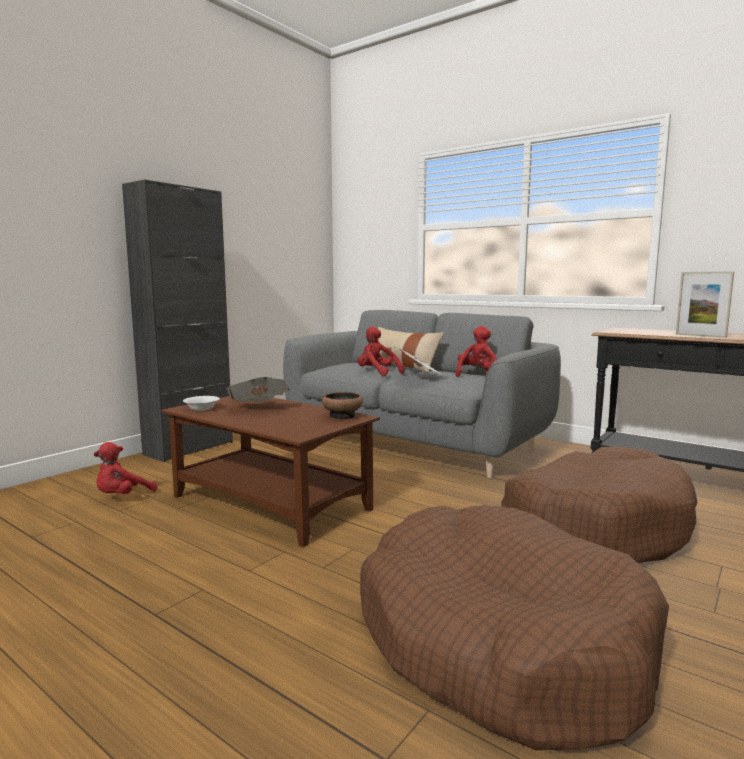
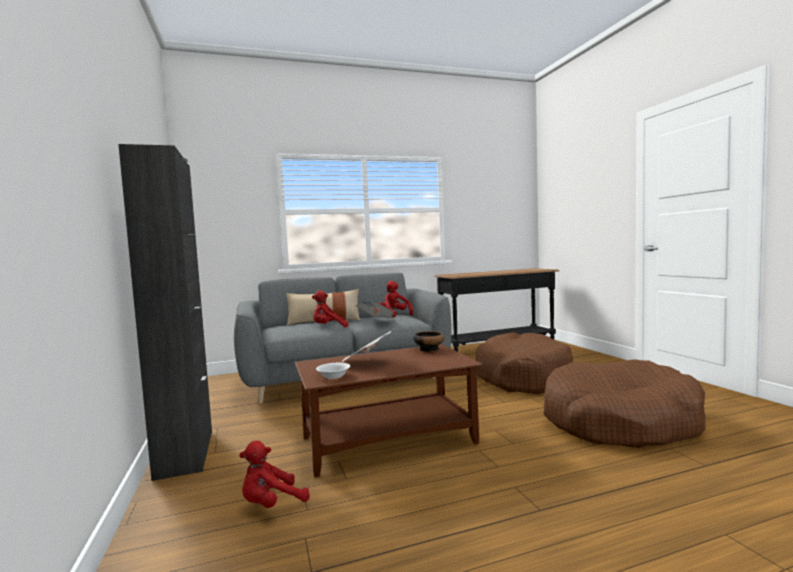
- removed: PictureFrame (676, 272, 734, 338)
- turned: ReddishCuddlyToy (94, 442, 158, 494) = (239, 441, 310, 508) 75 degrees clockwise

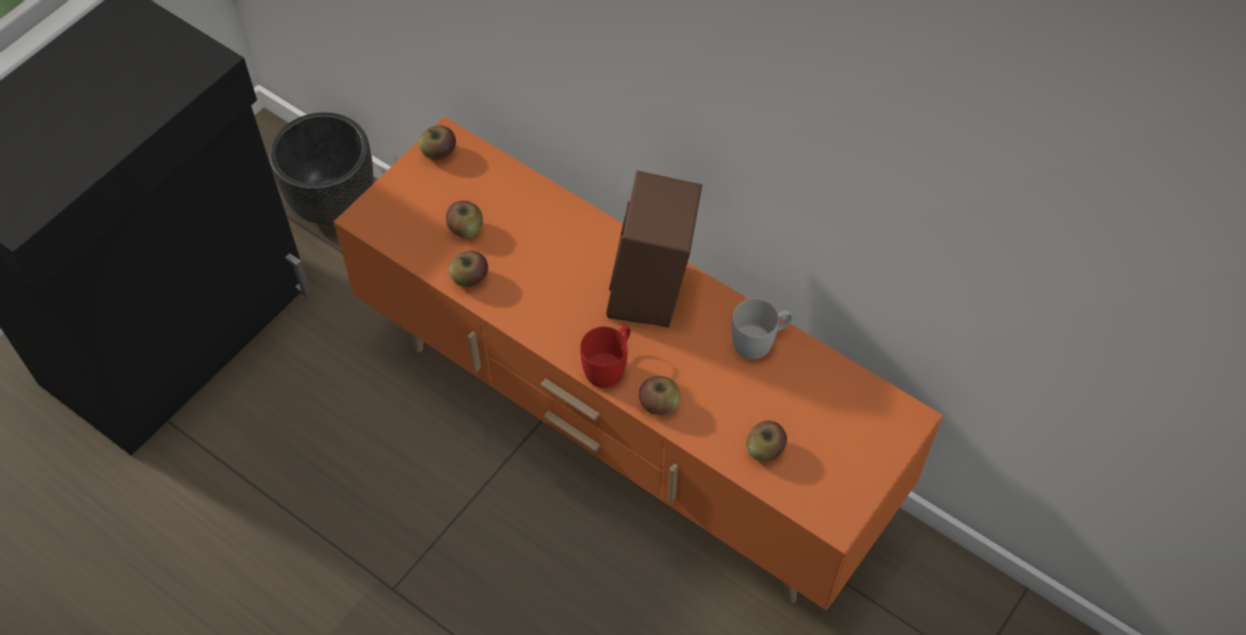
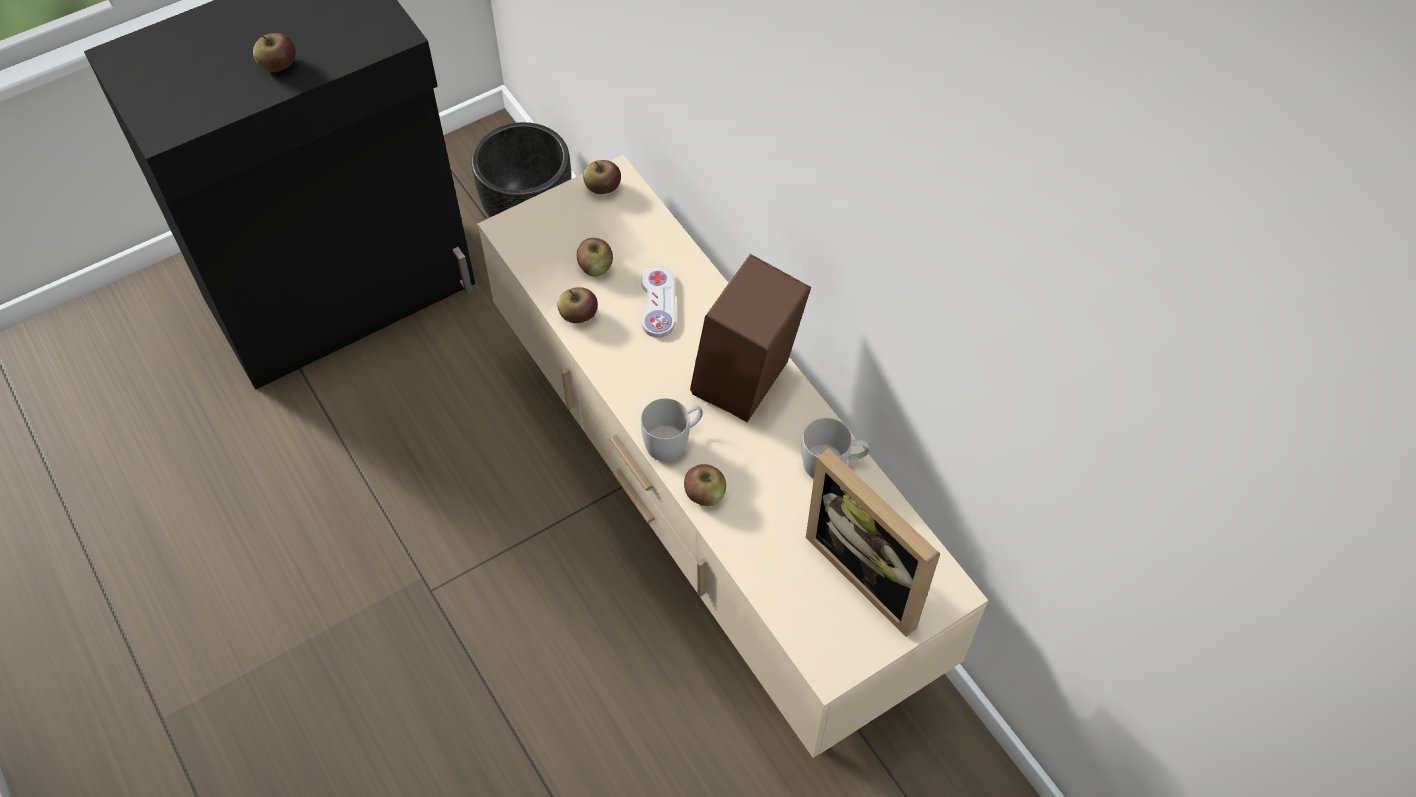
- recoloured: OrangeColouredTvStand (334, 117, 943, 610) to BeigeTvStand (478, 155, 988, 758)
- recoloured: ReddishTeaMug (580, 326, 630, 388) to WhiteTeaMug (641, 398, 703, 462)
- moved: Apple (746, 421, 787, 462) to (253, 33, 295, 72)
- added: WhiteGameController (641, 266, 676, 337)
- added: PictureFrame (806, 448, 940, 637)

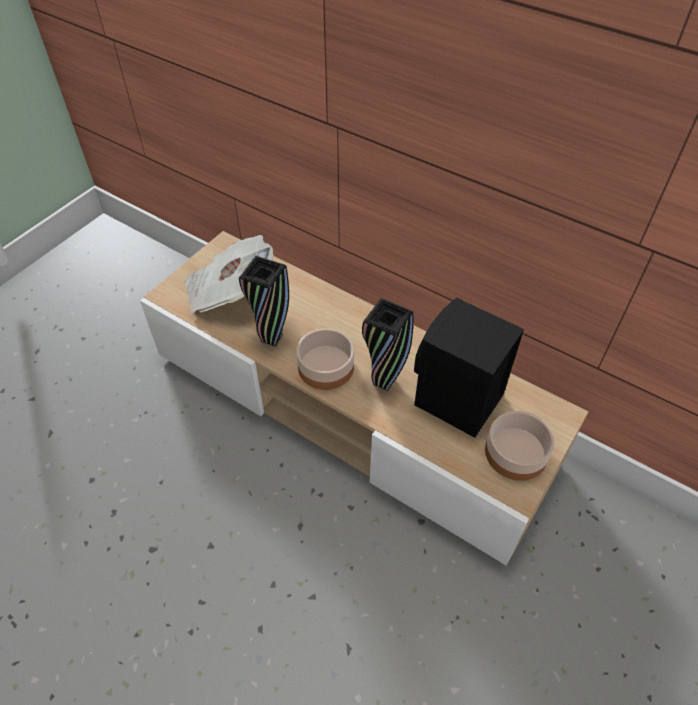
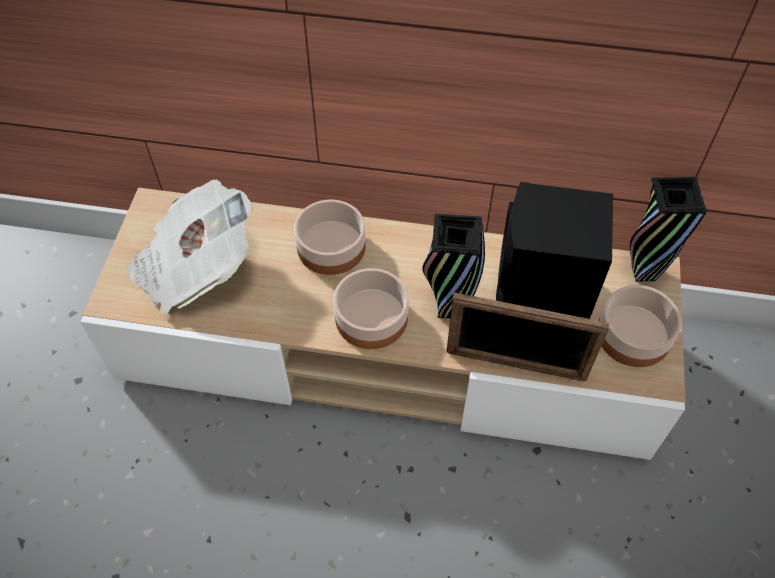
- moved: BlackishFlowerVase (239, 256, 289, 347) to (630, 177, 707, 282)
- added: ServingBowl (294, 200, 366, 275)
- added: PictureFrame (446, 292, 609, 381)

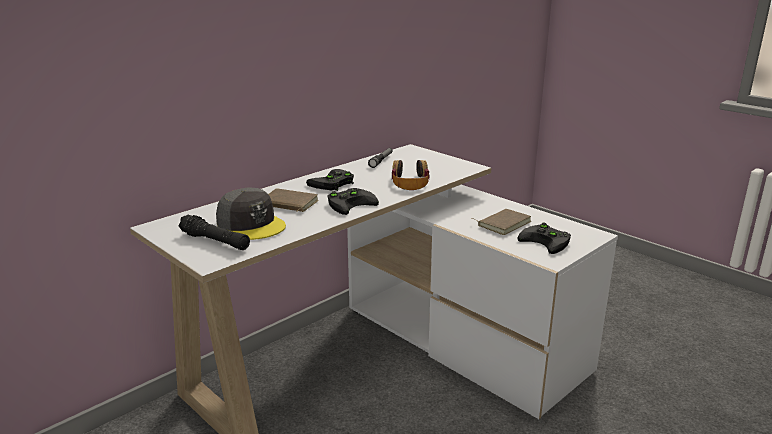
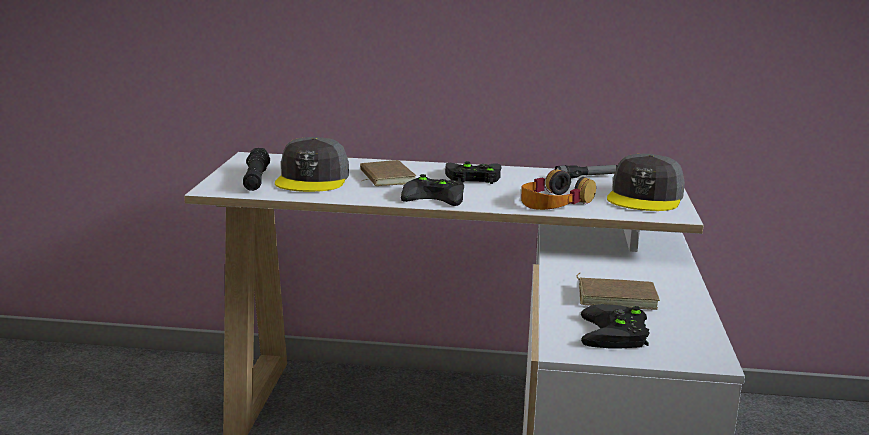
- added: GreyishCap (607, 154, 685, 211)

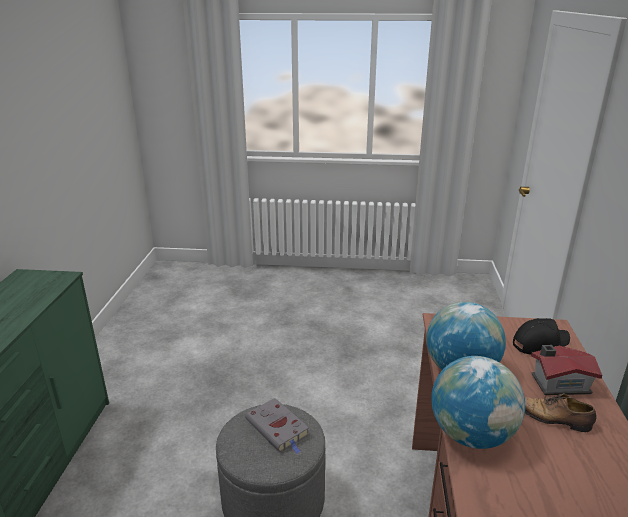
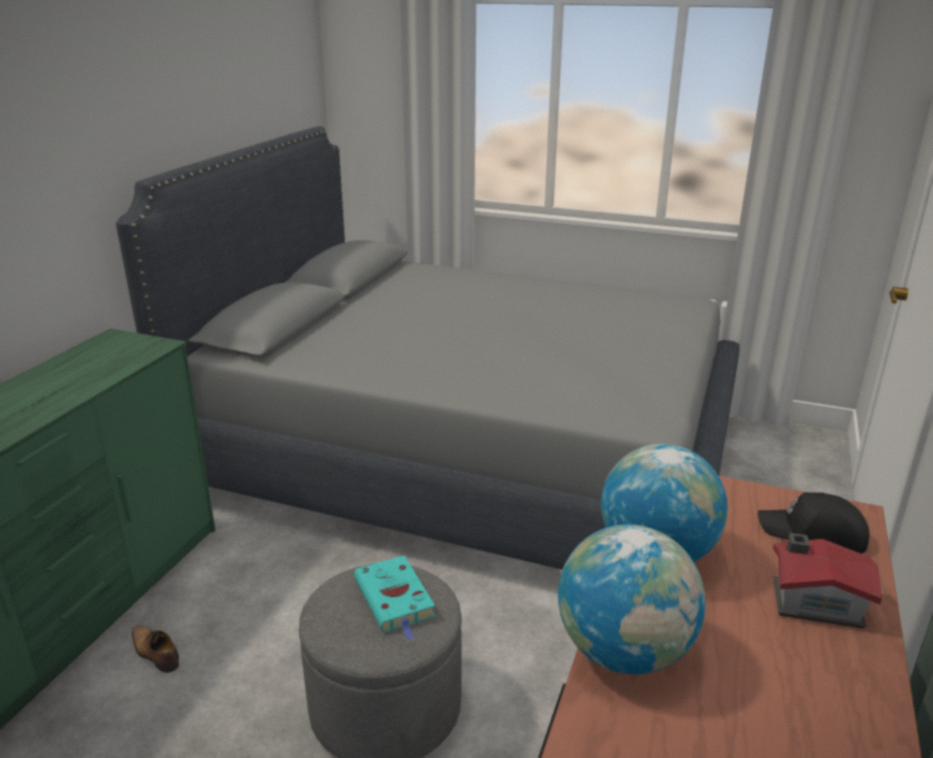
- turned: BlackishCap (513, 318, 570, 355) = (758, 492, 870, 554) 150 degrees counterclockwise
- moved: LowShoe (524, 393, 597, 432) to (132, 625, 179, 673)
- recoloured: GreyishBook (245, 398, 309, 454) to TurquoiseColouredBook (354, 555, 435, 639)
- added: GreyishBedroomBed (116, 126, 739, 570)

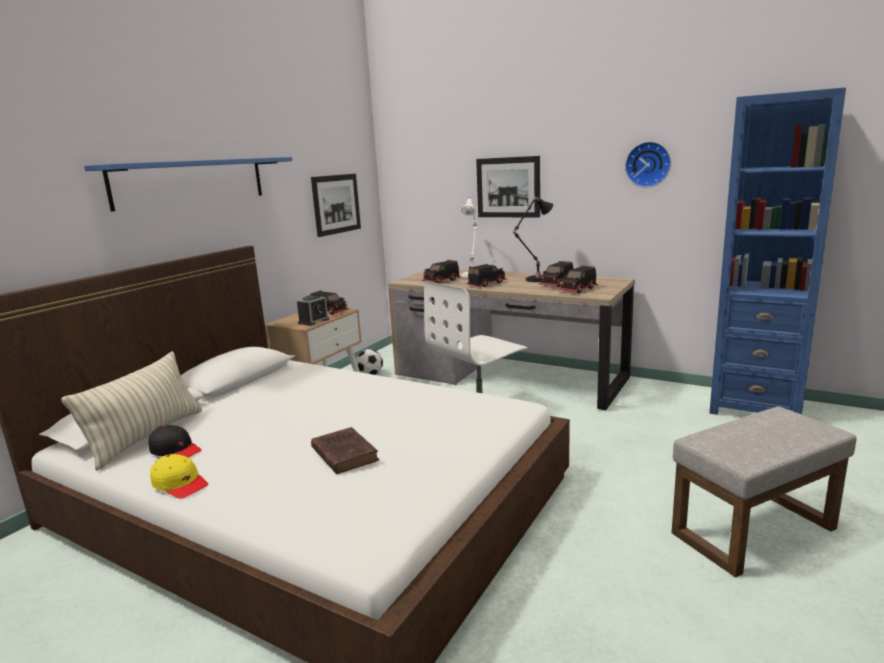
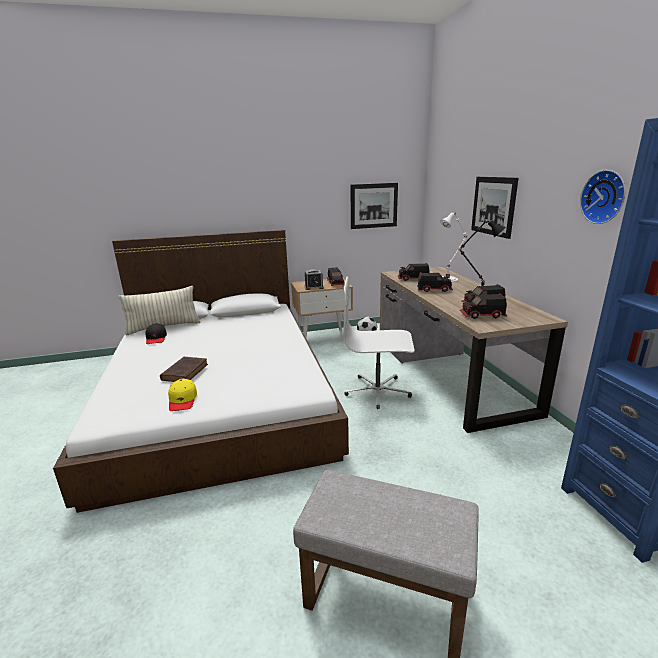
- removed: BlueWallShelf (84, 157, 292, 211)
- moved: YellowColouredCap (150, 454, 208, 499) to (168, 379, 197, 411)

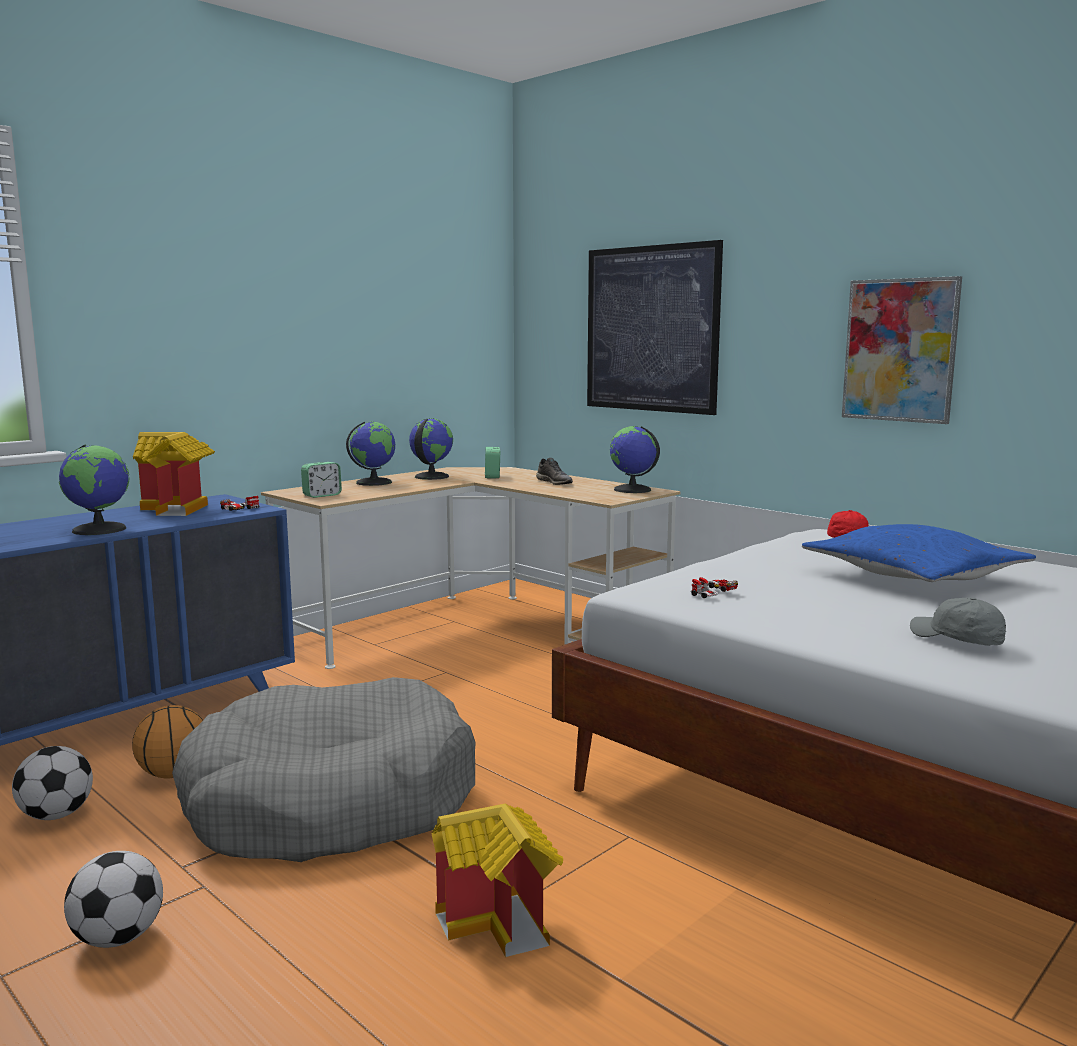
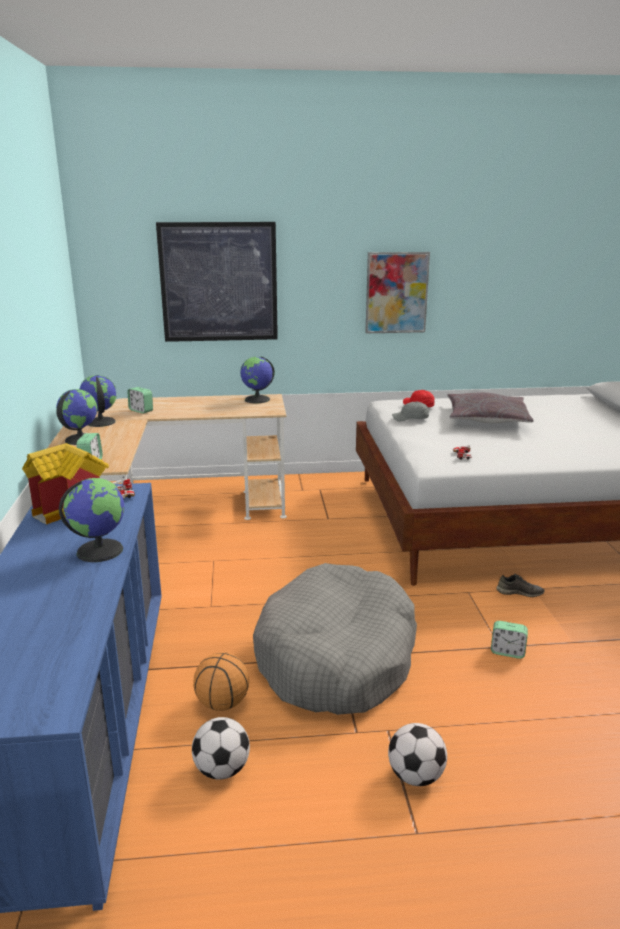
- moved: GreyishLowShoe (536, 458, 573, 485) to (497, 574, 545, 597)
- recoloured: BluePillow (802, 524, 1036, 582) to GreyishPillow (447, 392, 534, 423)
- moved: GreyishCap (910, 597, 1006, 646) to (392, 401, 429, 421)
- replaced: MiniatureHouse (431, 804, 563, 957) to BedsideClock (491, 621, 528, 659)

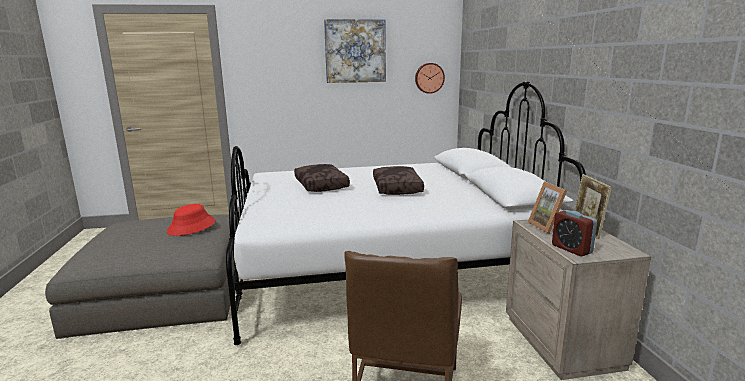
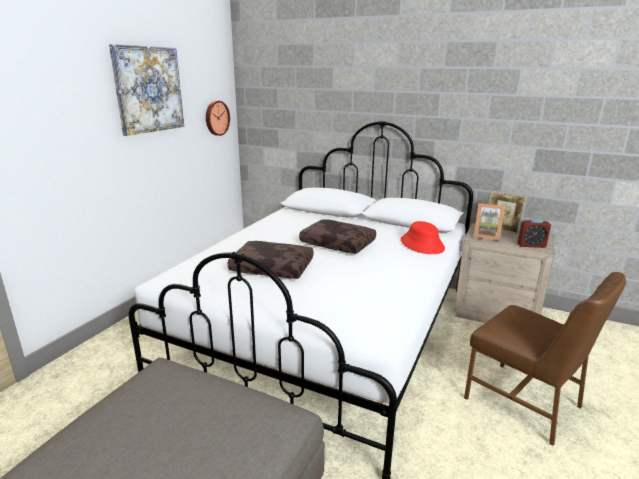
- moved: ReddishClothingHat (167, 204, 216, 236) to (401, 221, 445, 254)

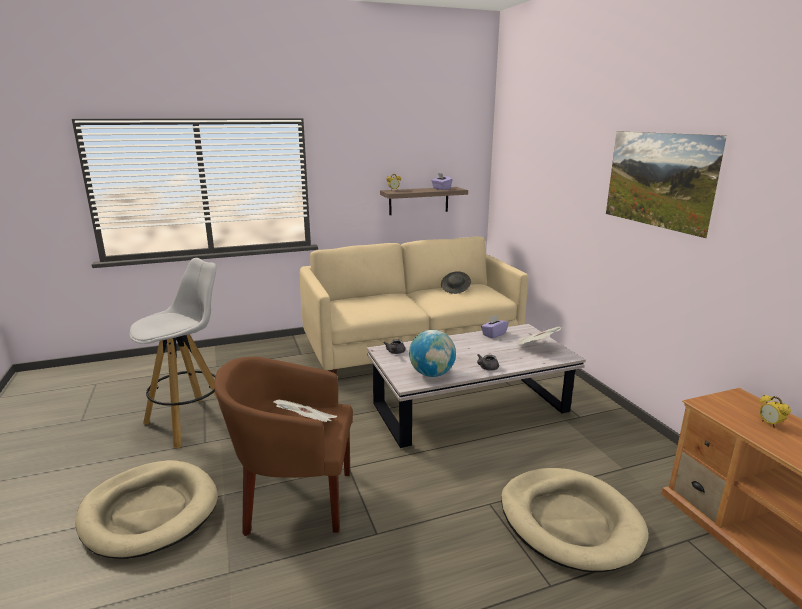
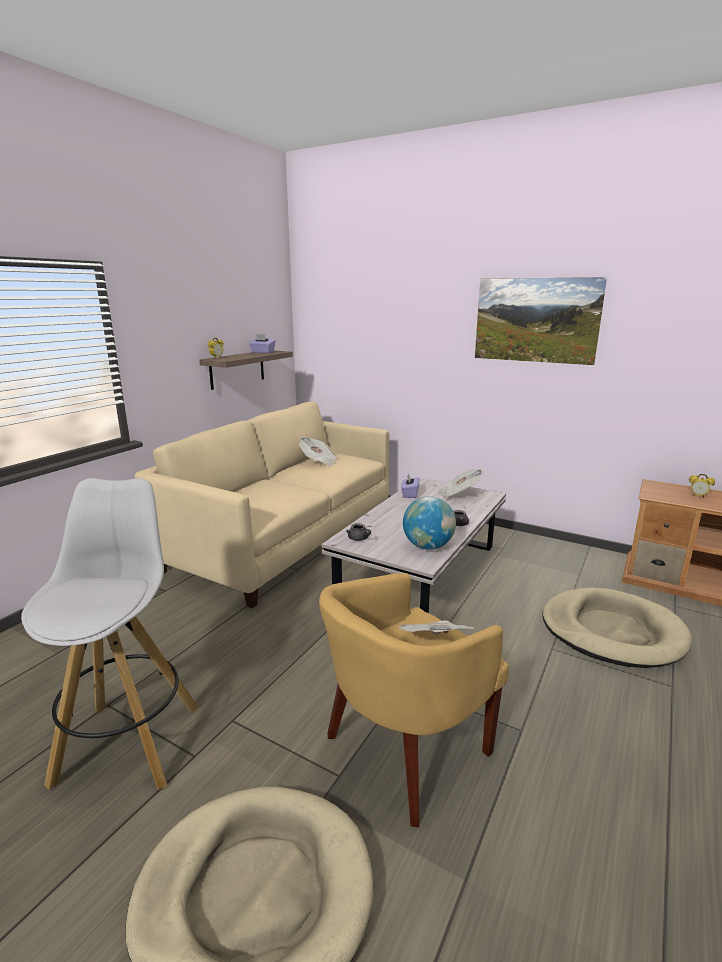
- replaced: GreyishClothingHat (441, 271, 471, 294) to Newspaper (299, 437, 338, 466)
- recoloured: BrownishLoungeChair (214, 357, 353, 536) to YellowColouredLoungeChair (319, 573, 509, 828)

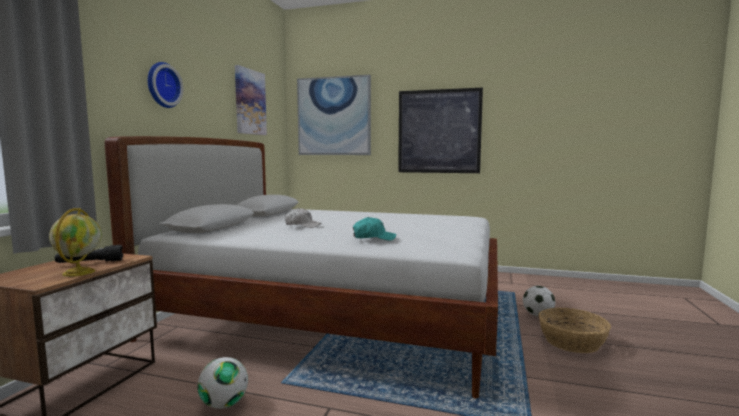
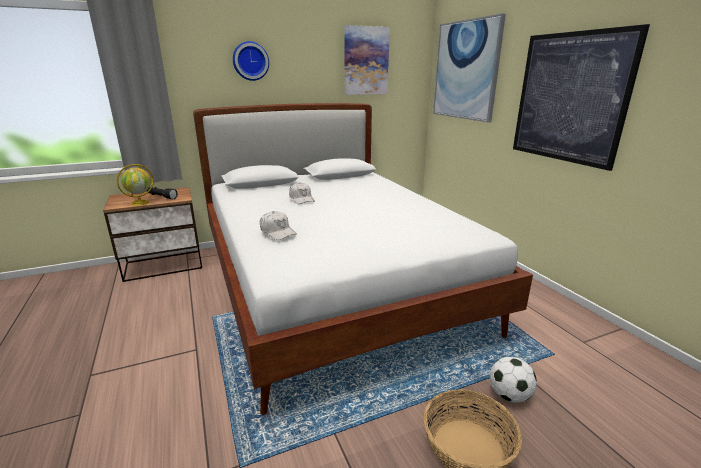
- recoloured: TurquoiseColouredCap (353, 217, 396, 241) to WhiteCap (260, 211, 297, 240)
- removed: FootballBall (198, 357, 248, 409)

